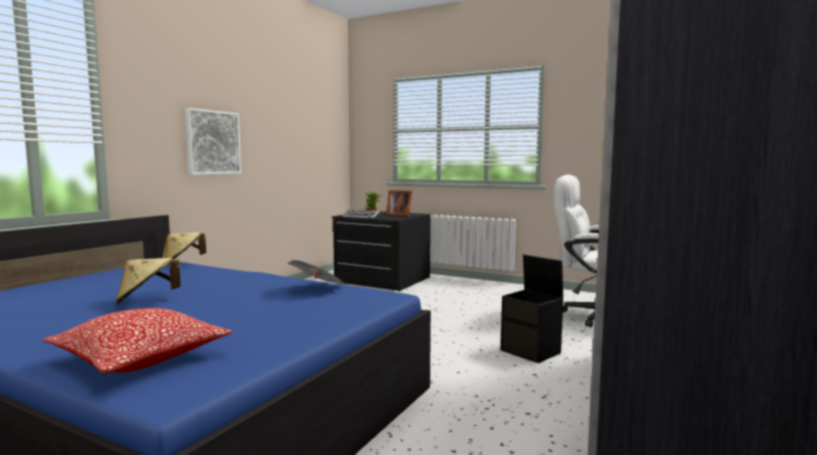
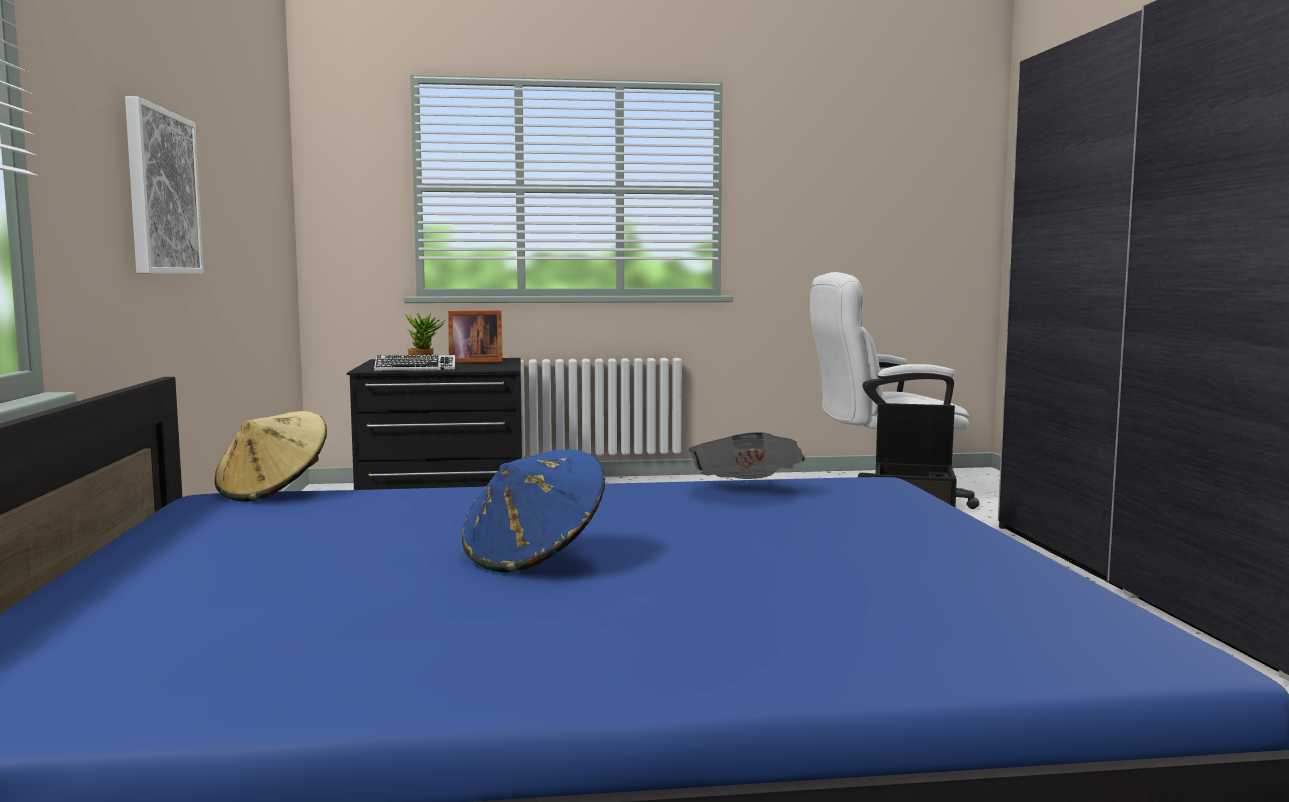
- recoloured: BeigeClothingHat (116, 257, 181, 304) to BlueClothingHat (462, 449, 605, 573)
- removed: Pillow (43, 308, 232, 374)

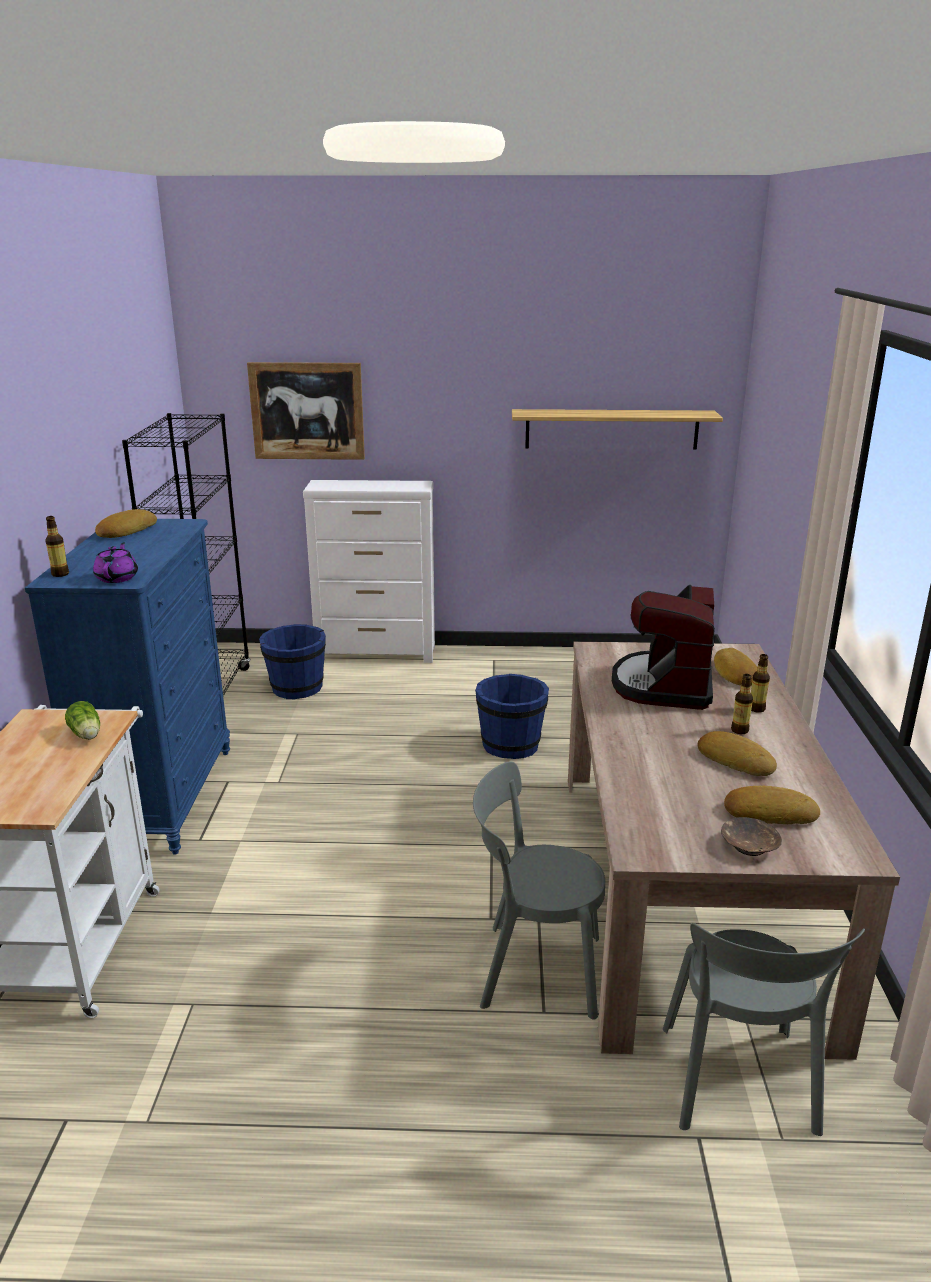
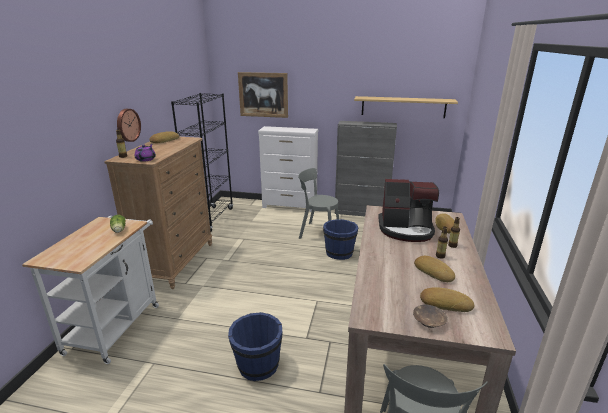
- recoloured: BlueChestOfDrawers (25, 519, 230, 854) to BrownishChestOfDrawers (104, 137, 212, 289)
- turned: CoffeeMaker (612, 585, 715, 710) = (378, 179, 439, 242) 105 degrees counterclockwise
- moved: BluePail (259, 624, 326, 700) to (228, 312, 282, 381)
- moved: GreyishUprightChair (473, 761, 605, 1020) to (298, 168, 339, 239)
- added: WallClock (117, 109, 141, 142)
- added: GreyishCupboard (335, 121, 397, 216)

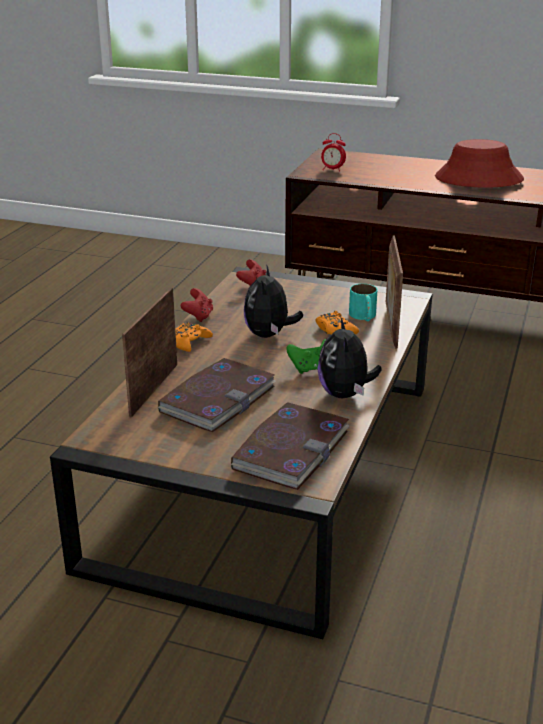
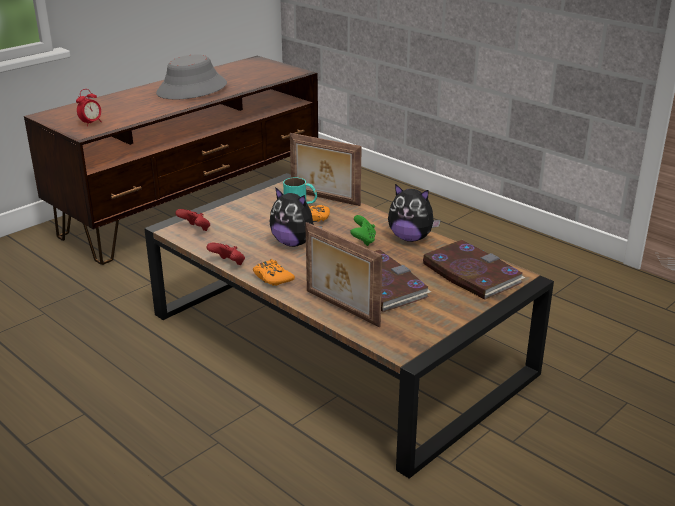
- recoloured: ReddishClothingHat (435, 139, 524, 188) to GreyishClothingHat (156, 54, 227, 99)

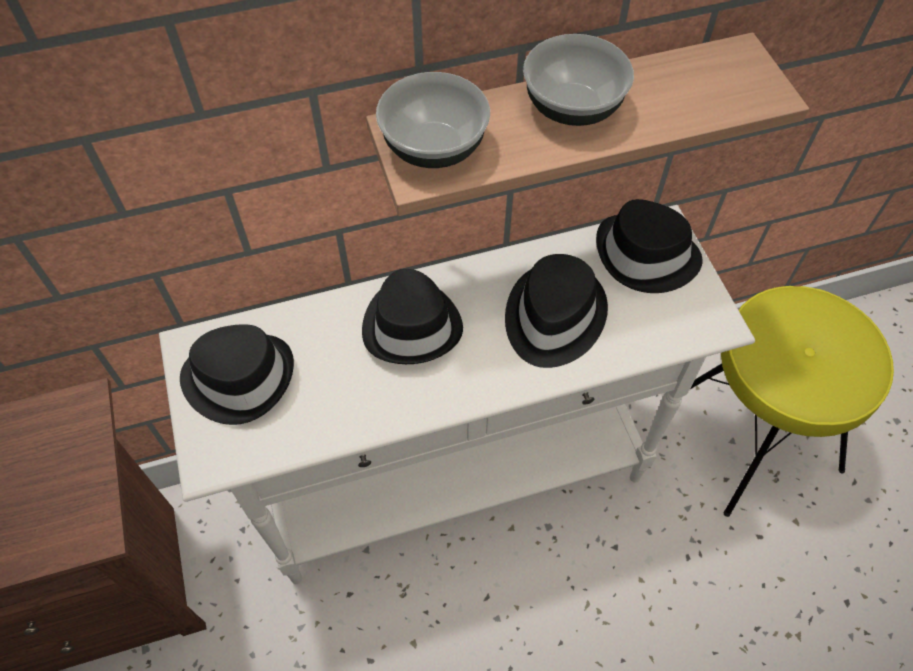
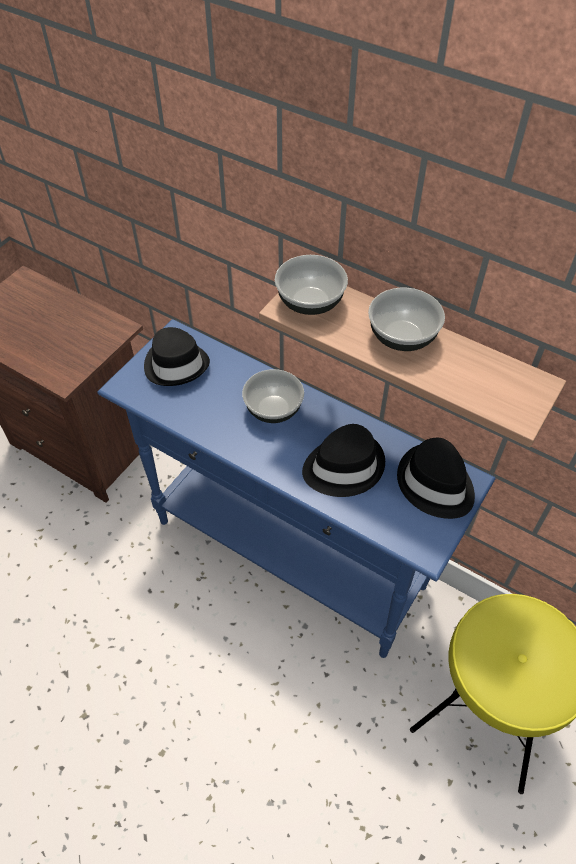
- recoloured: WhiteHallTable (159, 205, 755, 584) to BlueHallTable (97, 319, 496, 658)
- replaced: BlackishClothingHat (362, 269, 463, 364) to ServingBowl (242, 369, 304, 423)

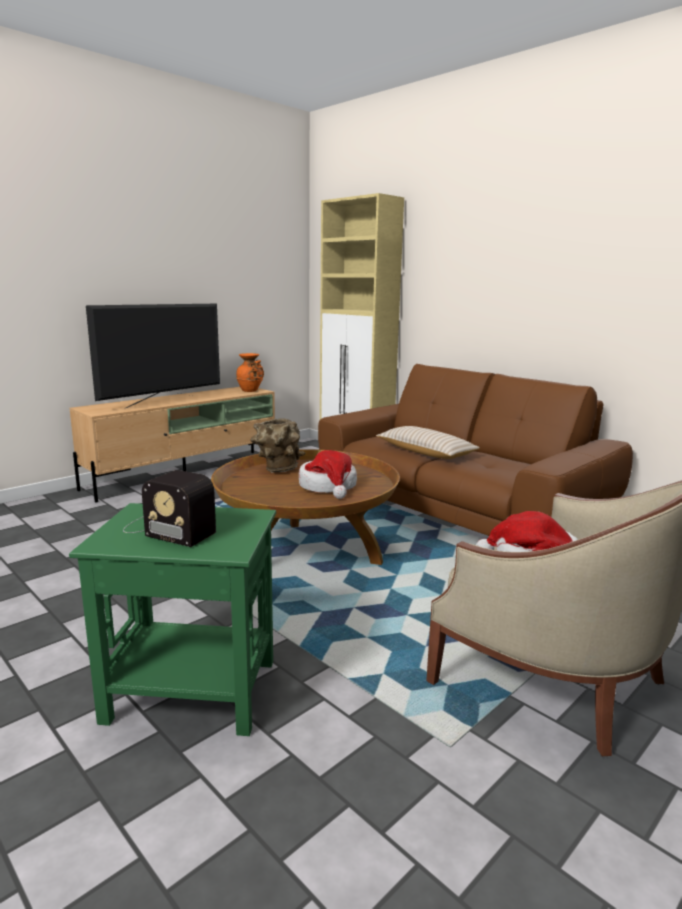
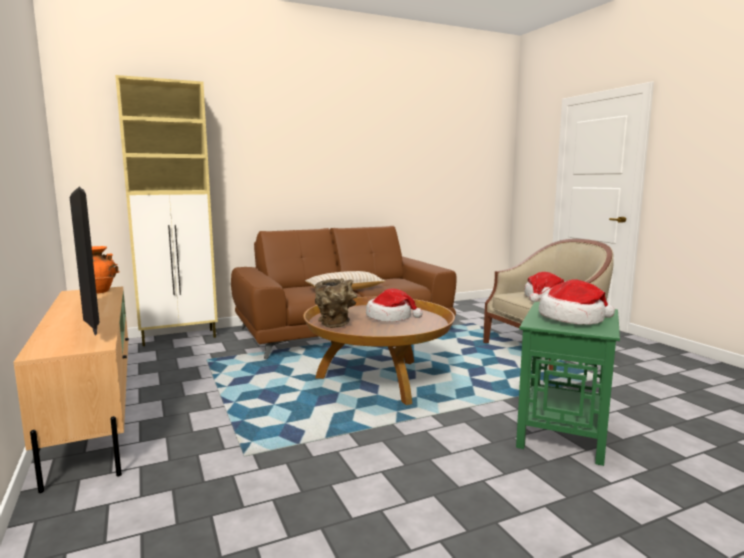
- replaced: RadioReceiver (123, 470, 216, 547) to ClothingHat (539, 279, 615, 325)

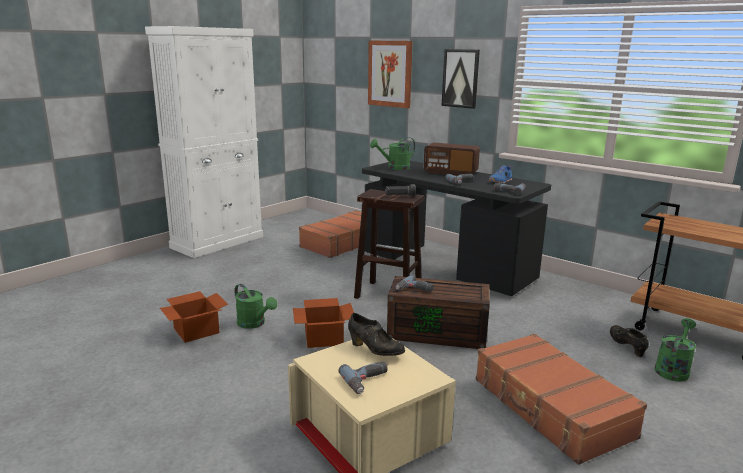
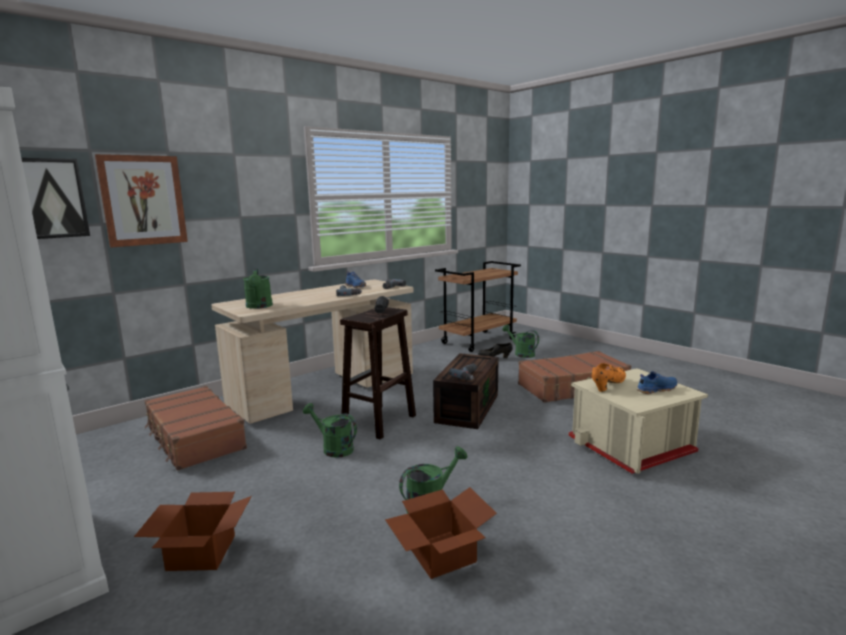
- moved: Picture (442, 49, 480, 109) to (21, 158, 90, 239)
- removed: RadioReceiver (424, 143, 480, 176)
- recoloured: BlackishDeskTable (362, 161, 551, 296) to BeigeDeskTable (211, 280, 414, 423)
- moved: Carton (293, 298, 354, 348) to (134, 492, 252, 571)
- recoloured: BlackishLowShoe (348, 313, 405, 356) to OrangeColouredLowShoe (592, 363, 626, 392)
- replaced: PowerDrill (338, 361, 388, 394) to BlueLowShoe (637, 371, 677, 394)
- added: GreenColouredWateringCan (303, 403, 357, 458)

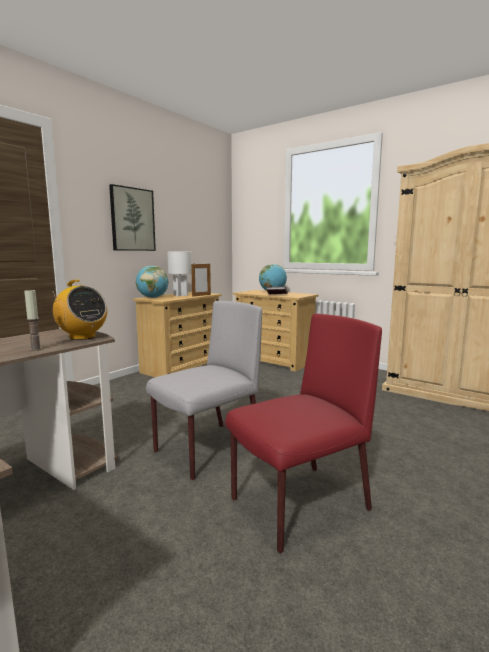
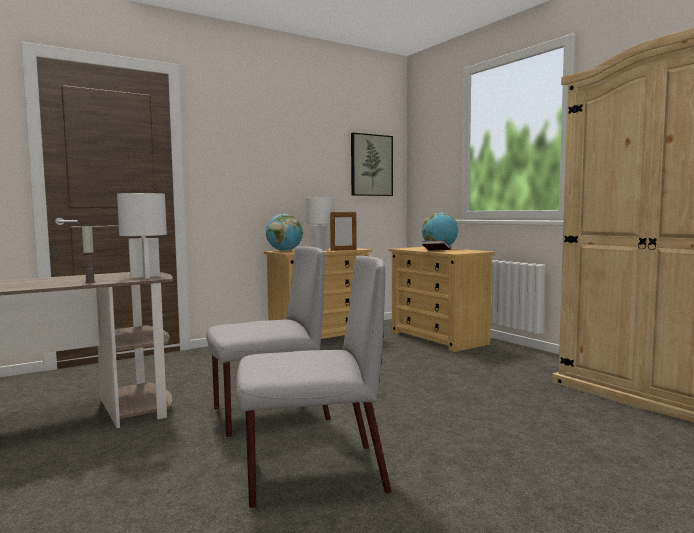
- moved: Picture (109, 184, 156, 251) to (351, 133, 393, 196)
- replaced: RadioReceiver (53, 280, 107, 340) to WhiteLampForATable (117, 193, 167, 278)
- recoloured: ReddishUprightChair (225, 314, 382, 553) to GreyishUprightChair (236, 256, 391, 509)

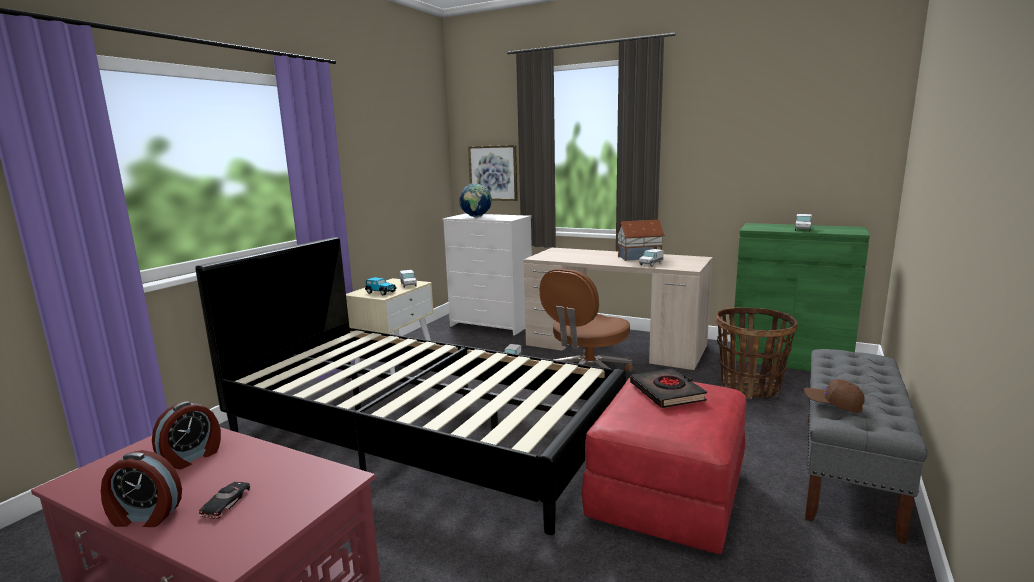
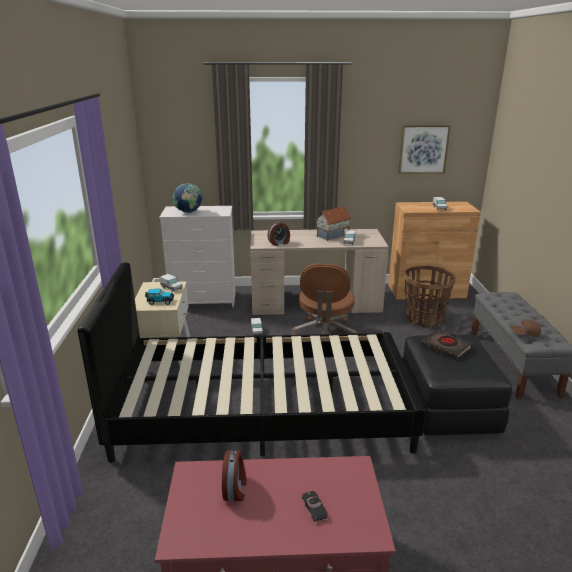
- moved: Picture (468, 145, 518, 201) to (398, 125, 451, 174)
- recoloured: GreenColouredCupboard (734, 223, 870, 371) to BrownishCupboard (388, 202, 481, 299)
- recoloured: ReddishPouffe (582, 378, 746, 554) to BlackishPouffe (402, 334, 512, 435)
- moved: BedsideClock (101, 450, 182, 527) to (268, 222, 290, 246)

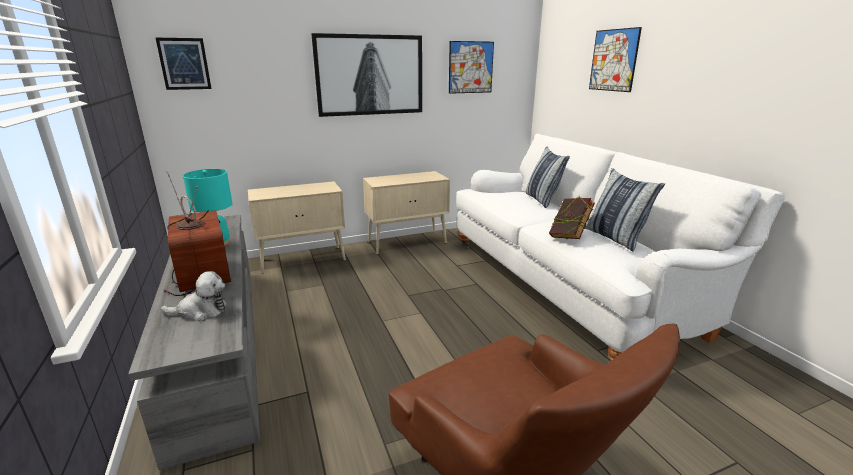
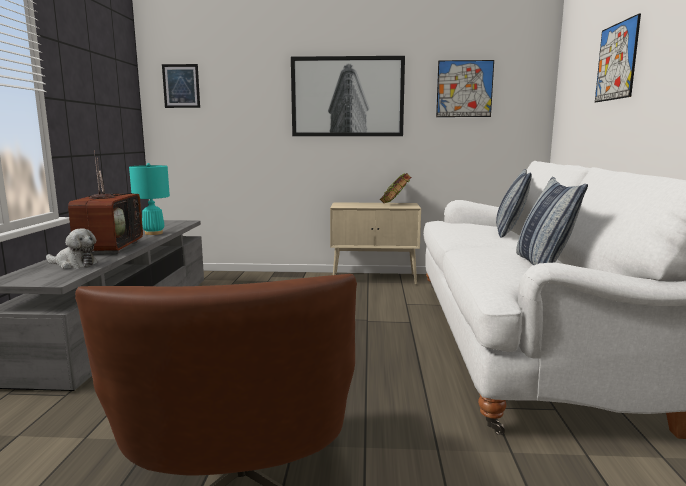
- removed: BeigeCupboard (248, 181, 346, 274)
- moved: Book (549, 196, 595, 239) to (380, 173, 411, 203)

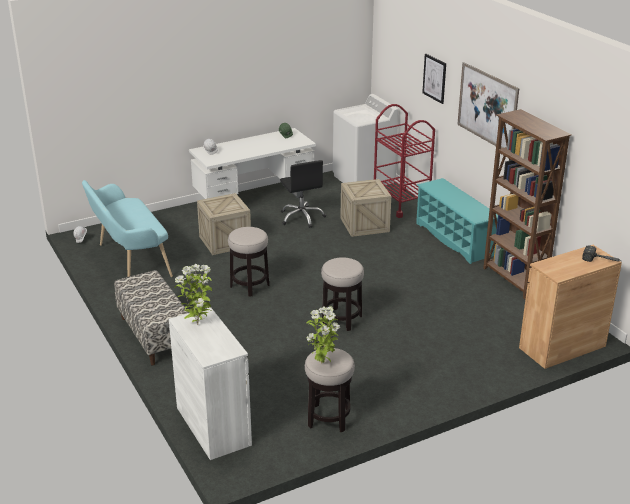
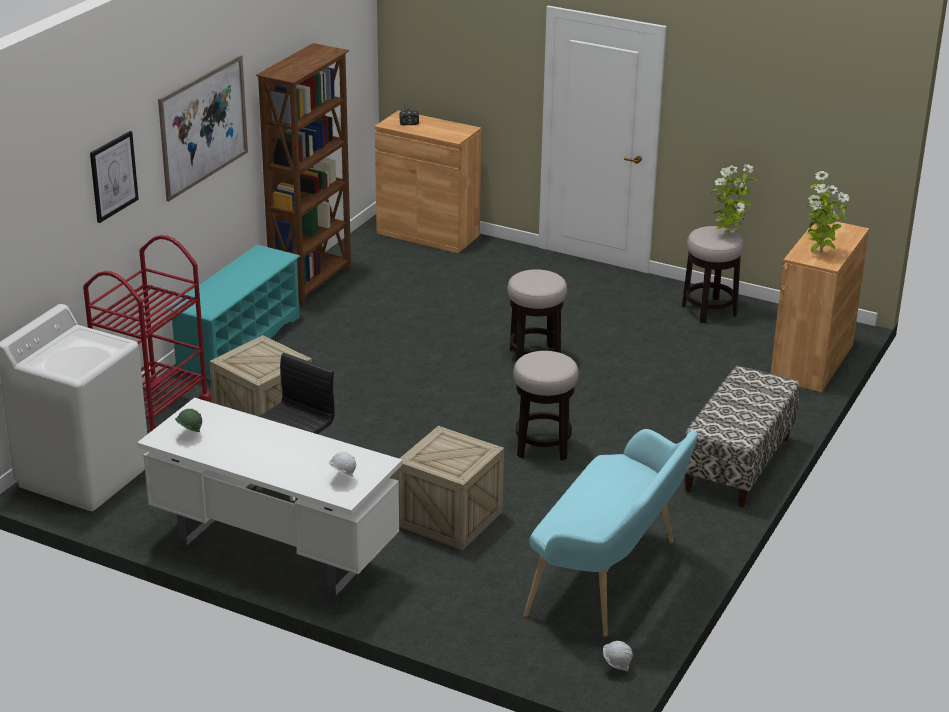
- recoloured: WhiteCupboard (169, 307, 252, 460) to BrownishCupboard (771, 220, 869, 392)

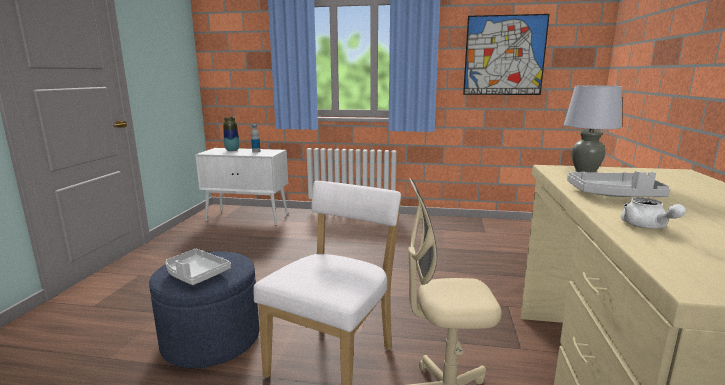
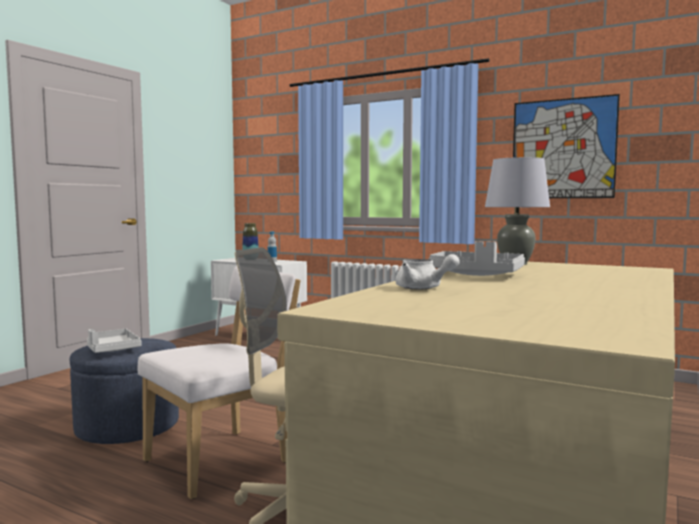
- turned: WhitePotForTea (621, 198, 686, 229) = (395, 254, 460, 289) 60 degrees counterclockwise

